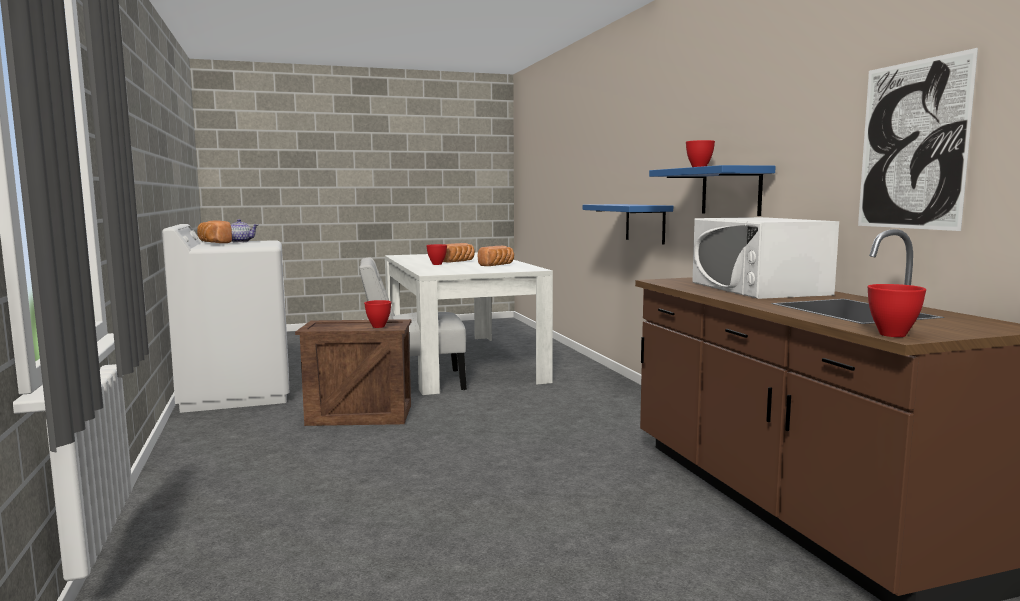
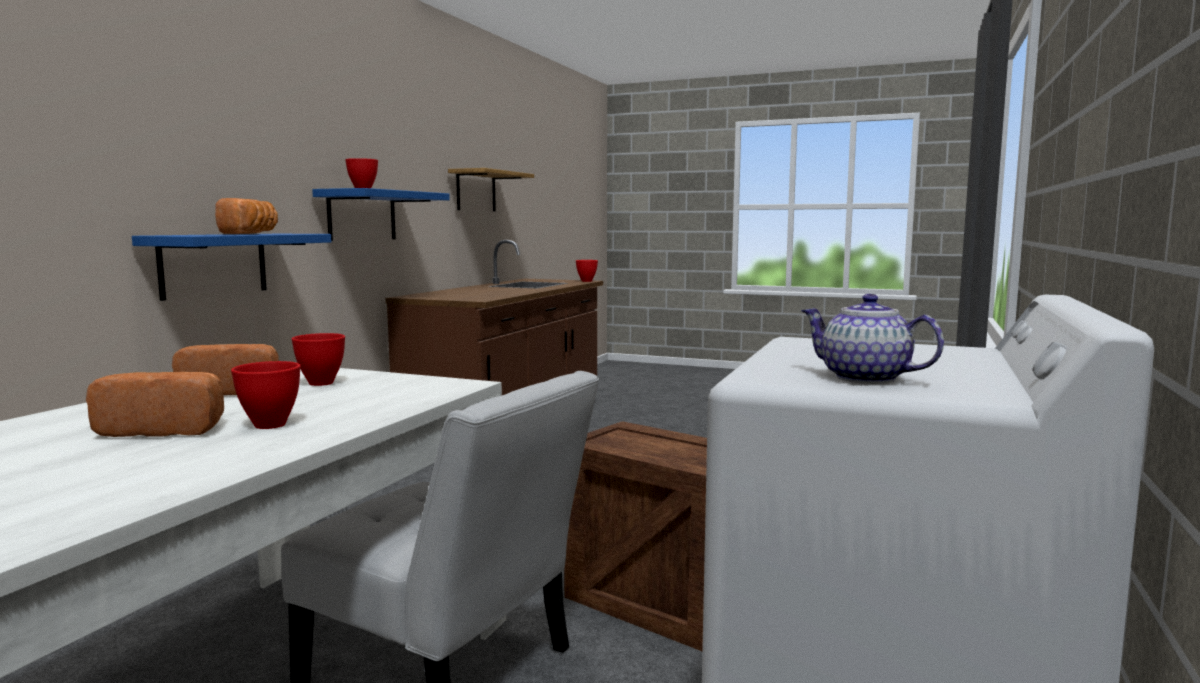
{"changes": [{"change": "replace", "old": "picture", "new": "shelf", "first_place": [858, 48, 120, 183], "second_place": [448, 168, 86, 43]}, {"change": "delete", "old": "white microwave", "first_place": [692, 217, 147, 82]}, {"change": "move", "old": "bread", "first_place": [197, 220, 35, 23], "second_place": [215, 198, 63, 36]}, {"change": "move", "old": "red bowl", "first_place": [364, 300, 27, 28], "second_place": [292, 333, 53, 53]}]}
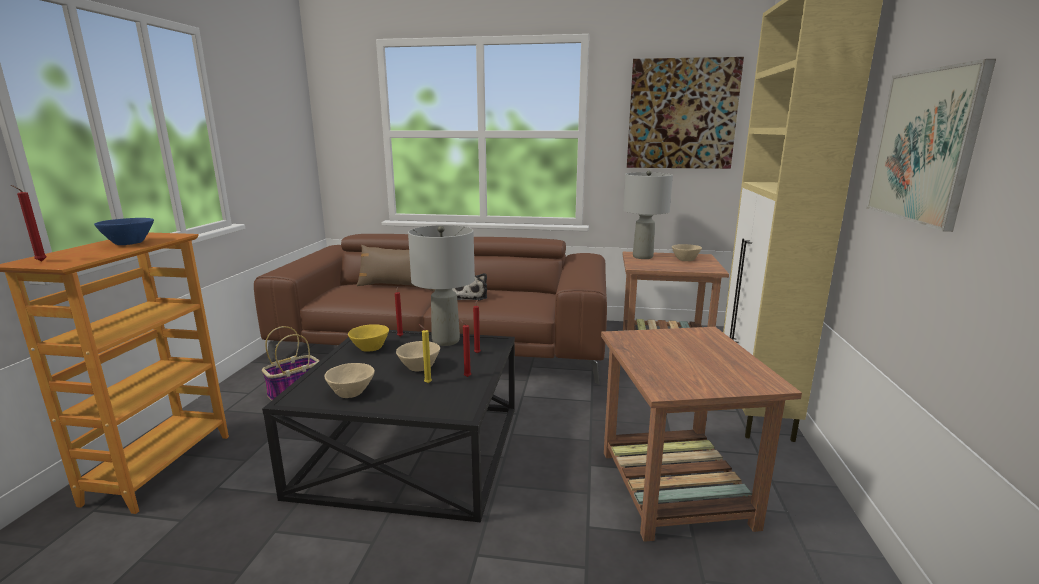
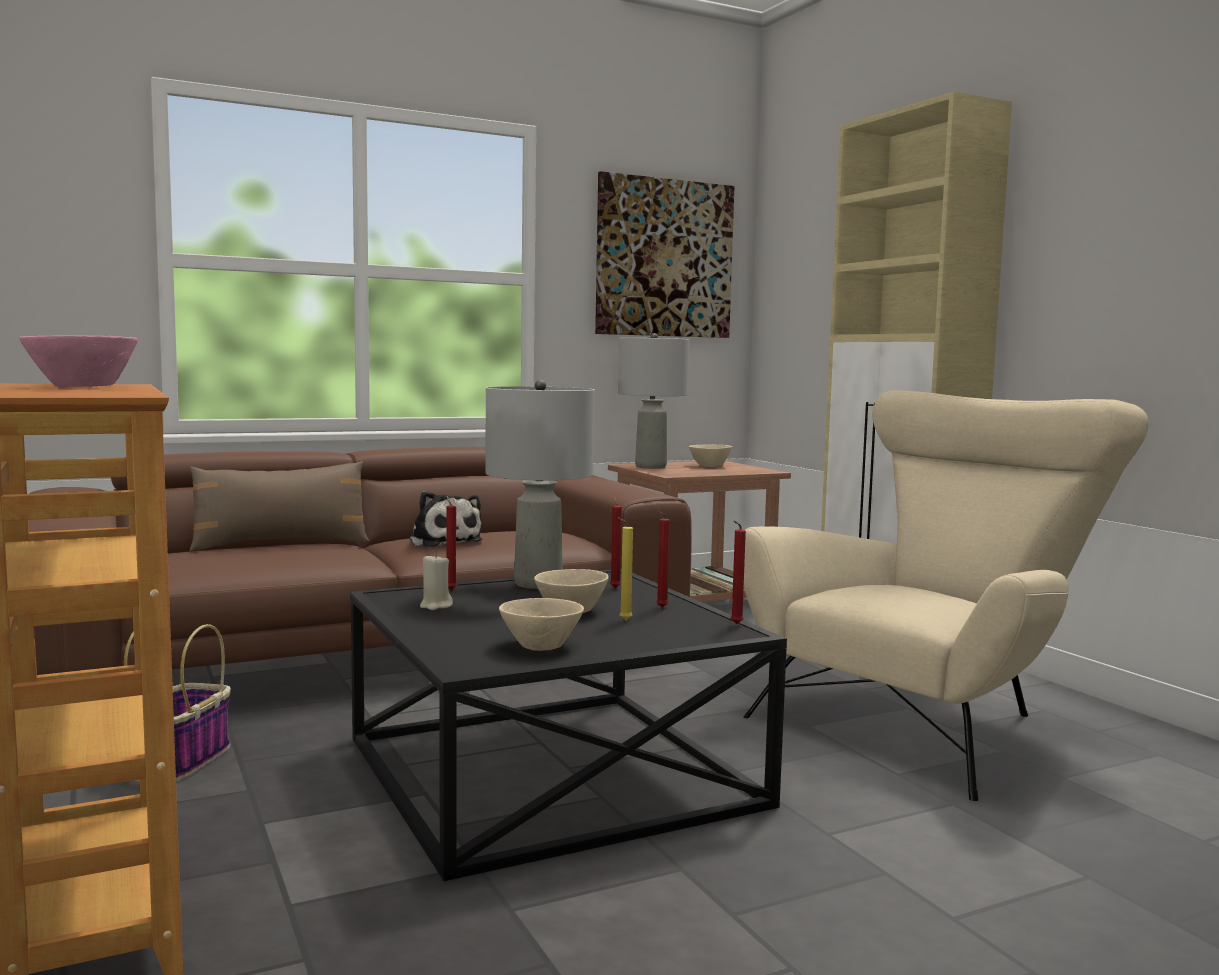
{"changes": [{"change": "delete", "old": "picture", "first_place": [866, 59, 130, 173]}, {"change": "move", "old": "red candle", "first_place": [11, 185, 36, 77], "second_place": [731, 521, 15, 103]}, {"change": "recolor", "old": "blue bowl", "new": "pink bowl", "first_place": [94, 218, 60, 27], "second_place": [19, 335, 119, 52]}, {"change": "replace", "old": "yellow bowl", "new": "beige candle", "first_place": [348, 324, 41, 28], "second_place": [420, 553, 33, 57]}, {"change": "replace", "old": "brown side table", "new": "beige armchair", "first_place": [601, 327, 201, 215], "second_place": [743, 390, 406, 411]}]}
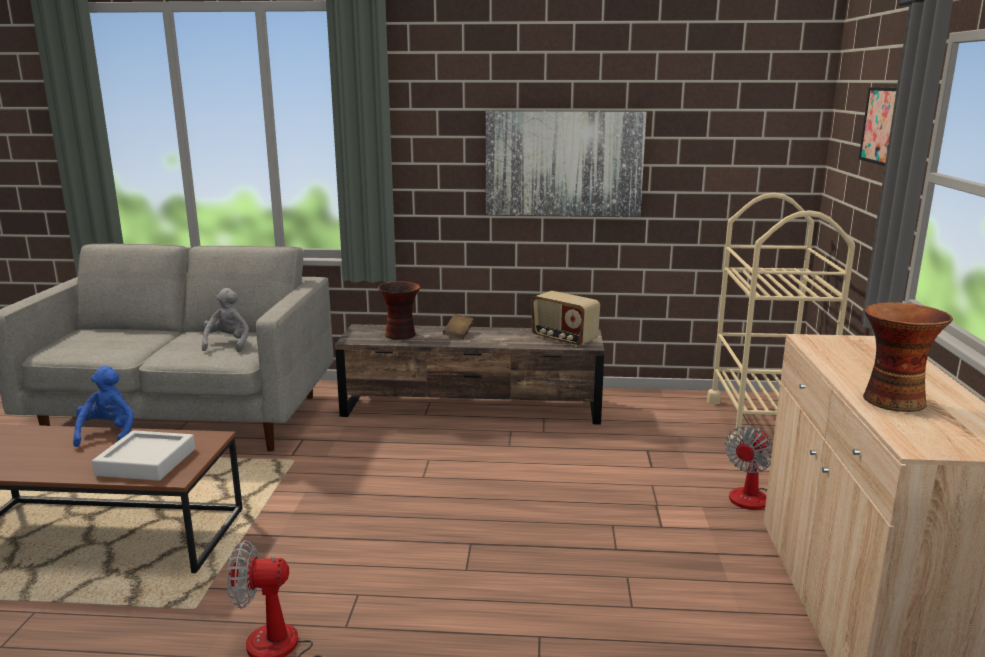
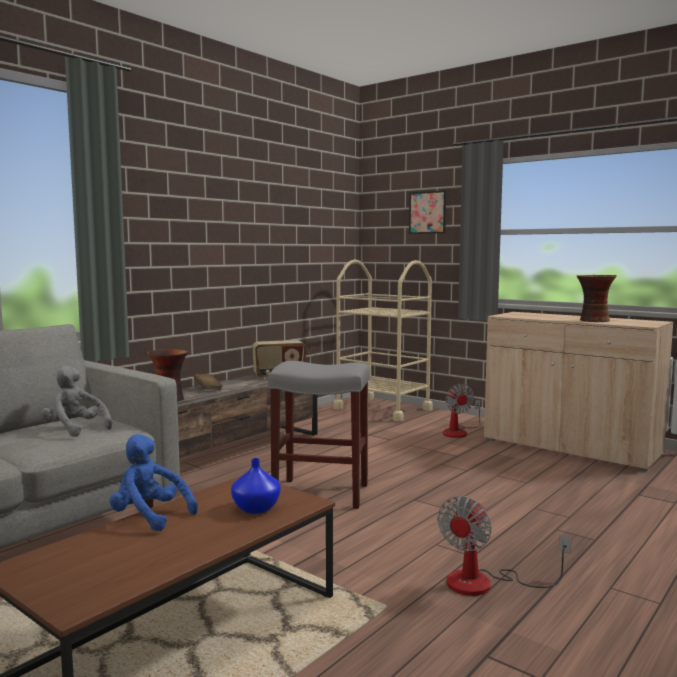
{"changes": [{"change": "delete", "old": "picture", "first_place": [486, 111, 160, 106]}, {"change": "replace", "old": "grey tray", "new": "blue vase", "first_place": [92, 430, 103, 51], "second_place": [231, 458, 50, 56]}, {"change": "insert", "new": "grey stool", "second_place": [268, 361, 102, 148]}]}
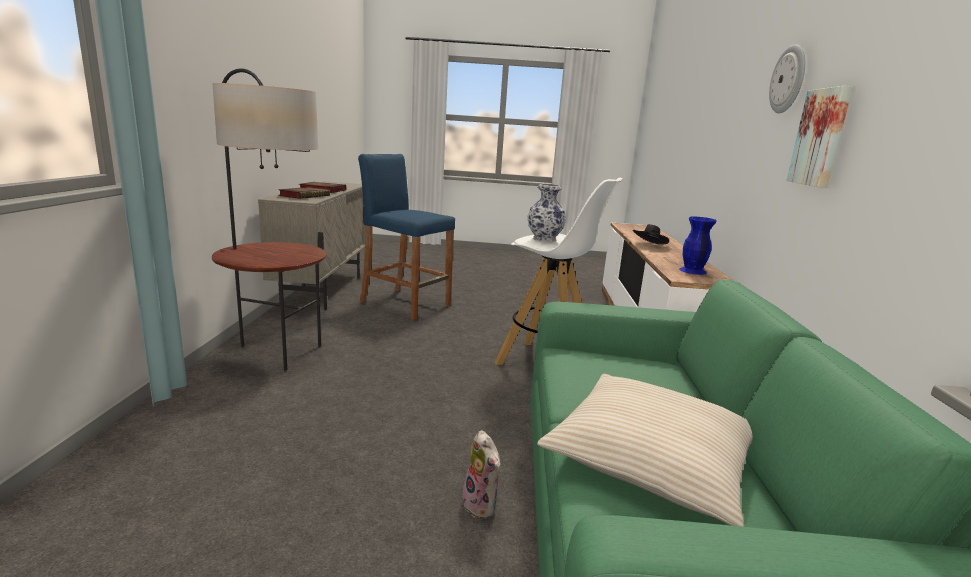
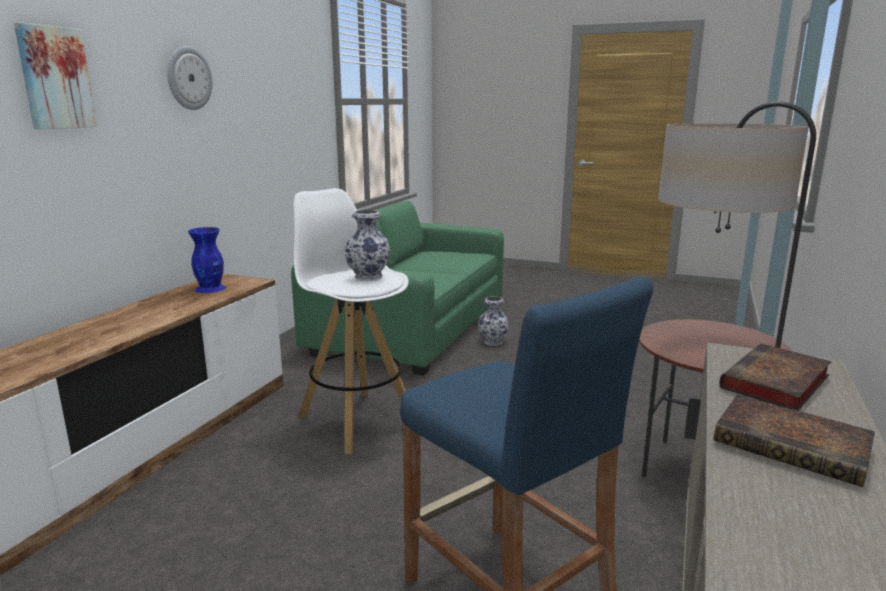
{"changes": [{"change": "move", "old": "picture", "first_place": [786, 86, 67, 102], "second_place": [14, 22, 83, 107]}, {"change": "delete", "old": "black hat", "first_place": [633, 224, 36, 21]}, {"change": "delete", "old": "beige pillow", "first_place": [537, 374, 216, 153]}, {"change": "replace", "old": "plush toy", "new": "vase", "first_place": [462, 430, 39, 89], "second_place": [478, 296, 31, 50]}]}
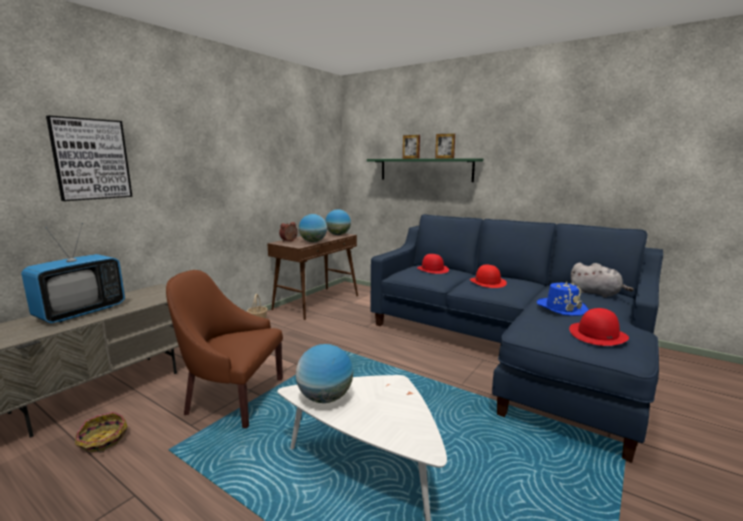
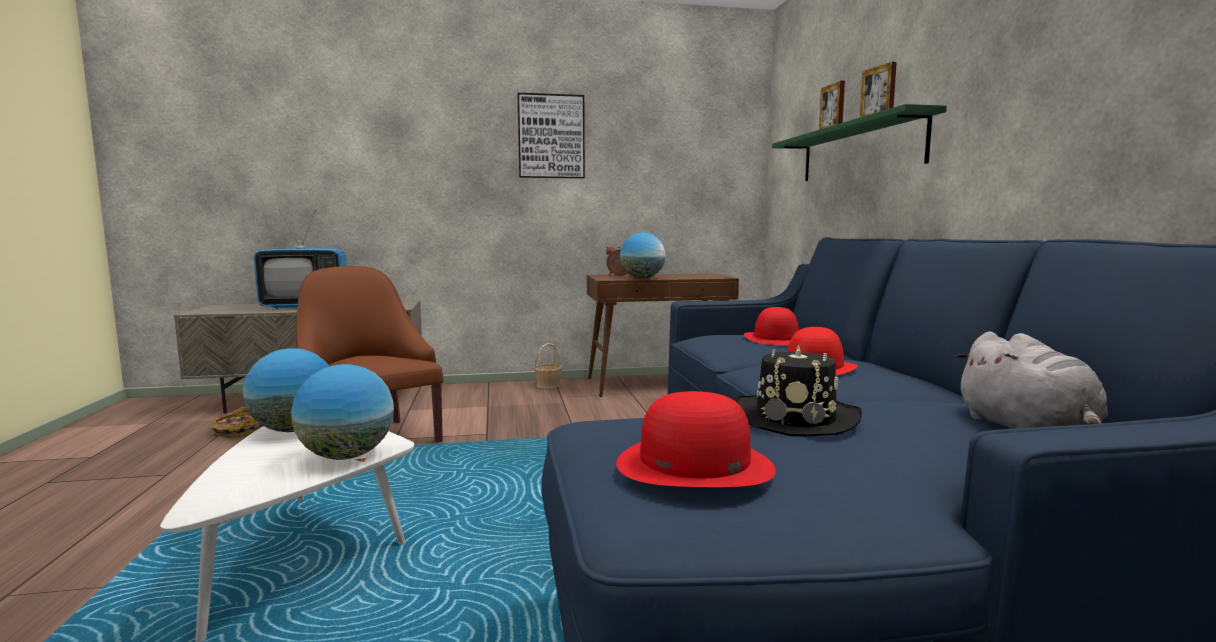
{"changes": [{"change": "move", "old": "picture", "first_place": [46, 115, 87, 86], "second_place": [518, 93, 67, 86]}, {"change": "move", "old": "globe", "first_place": [325, 209, 26, 26], "second_place": [291, 364, 103, 96]}, {"change": "recolor", "old": "blue hat", "new": "black hat", "first_place": [537, 282, 52, 34], "second_place": [734, 345, 128, 92]}]}
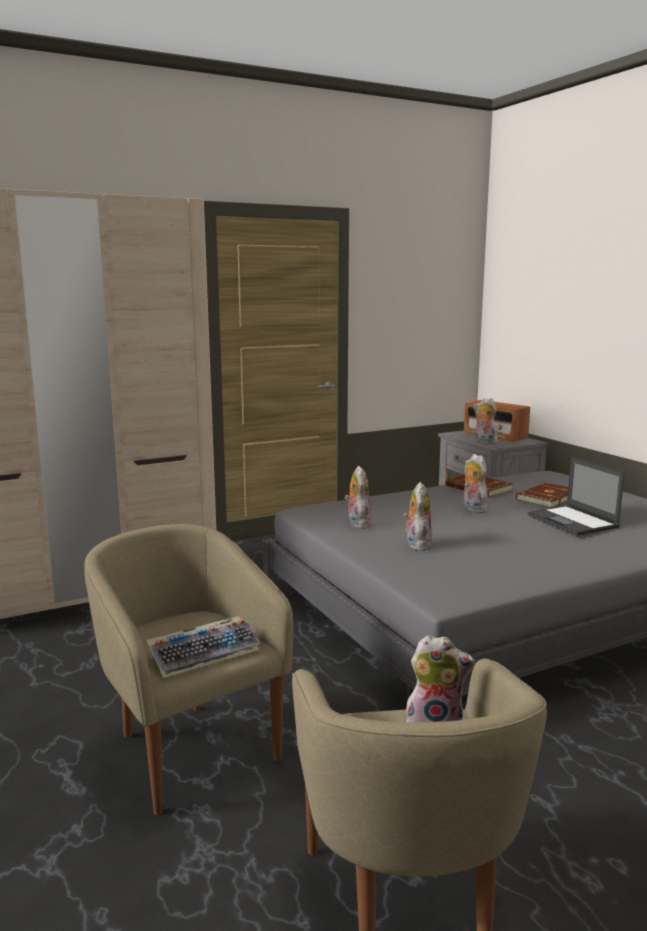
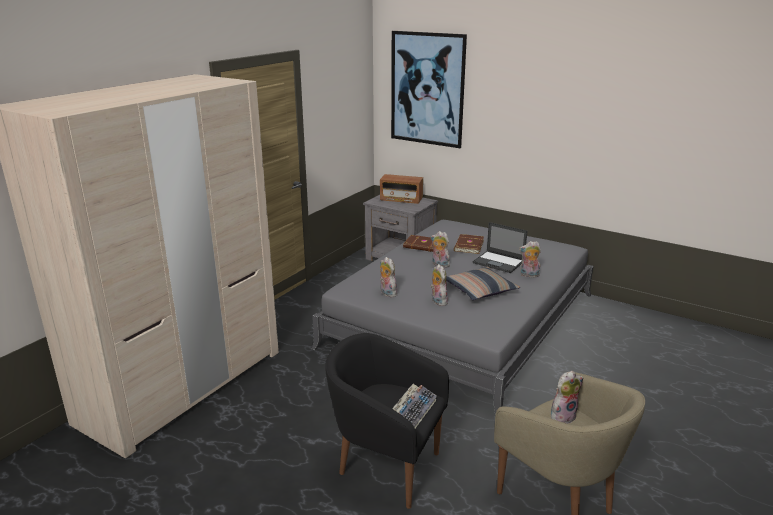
{"changes": [{"change": "move", "old": "plush toy", "first_place": [474, 398, 23, 46], "second_place": [519, 241, 22, 37]}, {"change": "recolor", "old": "beige armchair", "new": "black armchair", "first_place": [84, 524, 209, 291], "second_place": [325, 333, 124, 176]}, {"change": "insert", "new": "picture", "second_place": [391, 31, 76, 117]}, {"change": "insert", "new": "pillow", "second_place": [446, 266, 74, 34]}]}
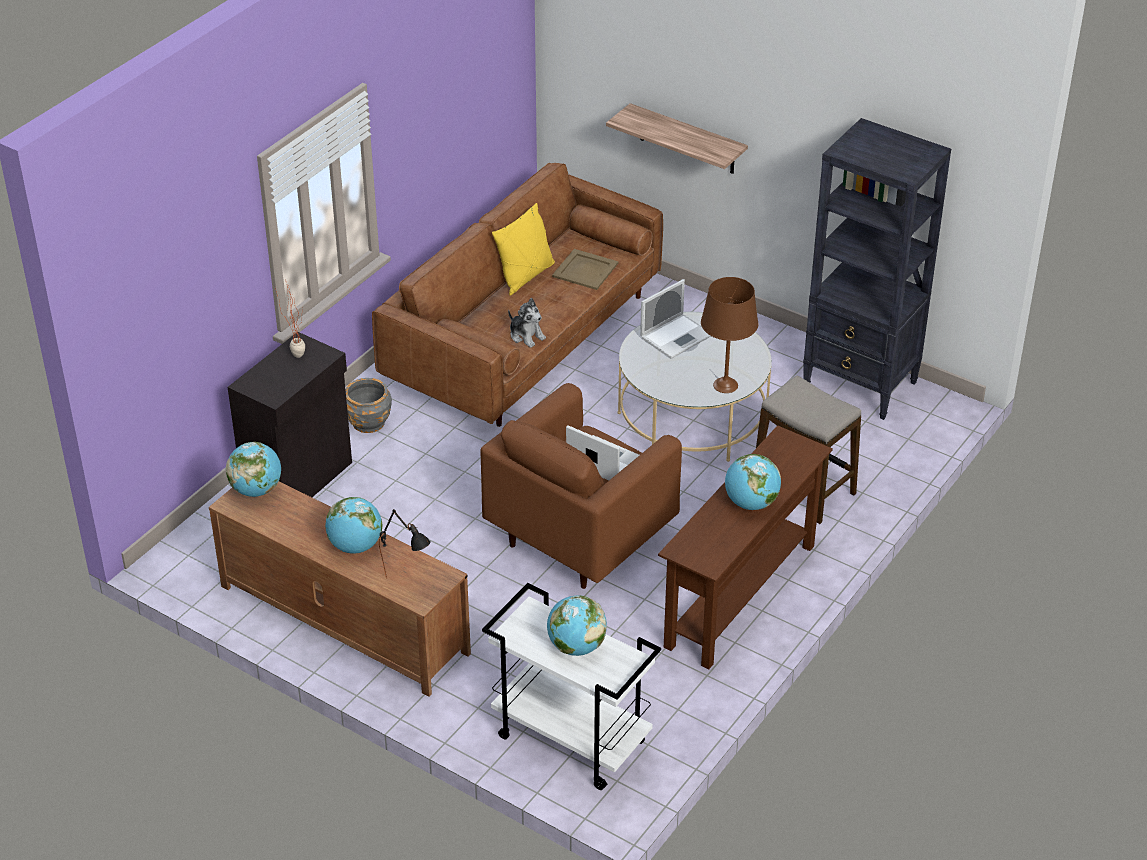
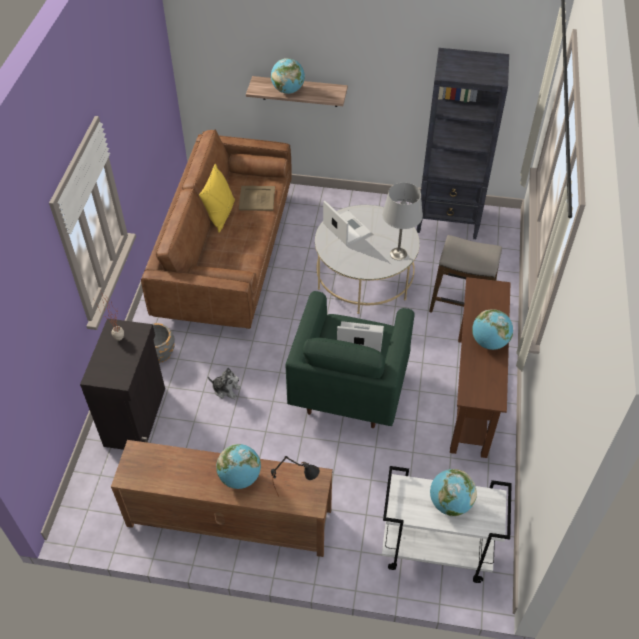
{"changes": [{"change": "recolor", "old": "brown table lamp", "new": "grey table lamp", "first_place": [701, 277, 57, 116], "second_place": [382, 183, 41, 77]}, {"change": "rotate", "old": "laptop", "first_place": [640, 279, 71, 80], "second_place": [323, 200, 49, 46], "degrees": -60}, {"change": "move", "old": "plush toy", "first_place": [508, 298, 38, 50], "second_place": [208, 368, 33, 31]}, {"change": "recolor", "old": "brown armchair", "new": "green armchair", "first_place": [481, 383, 201, 206], "second_place": [286, 291, 129, 137]}, {"change": "move", "old": "globe", "first_place": [226, 442, 55, 55], "second_place": [271, 58, 34, 36]}]}
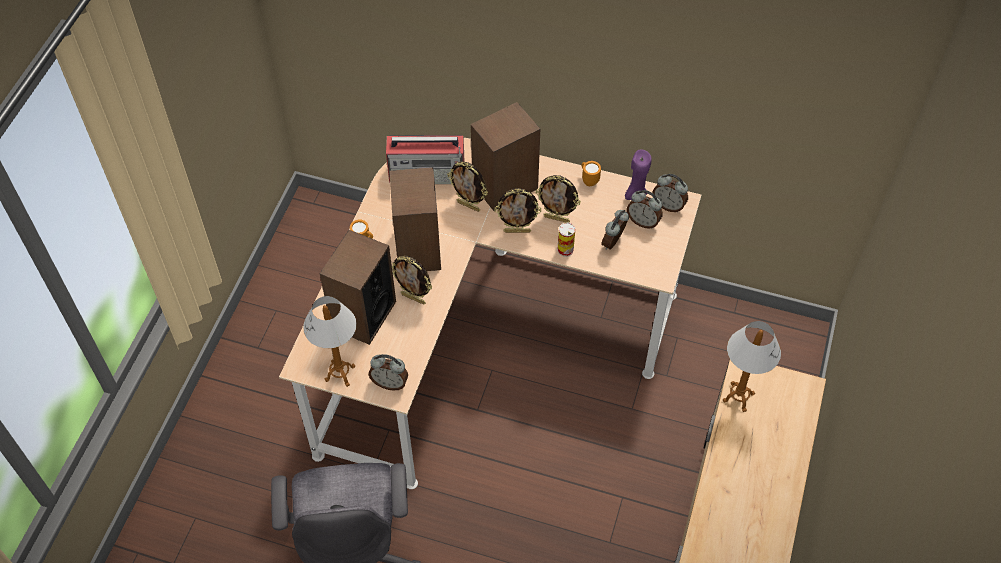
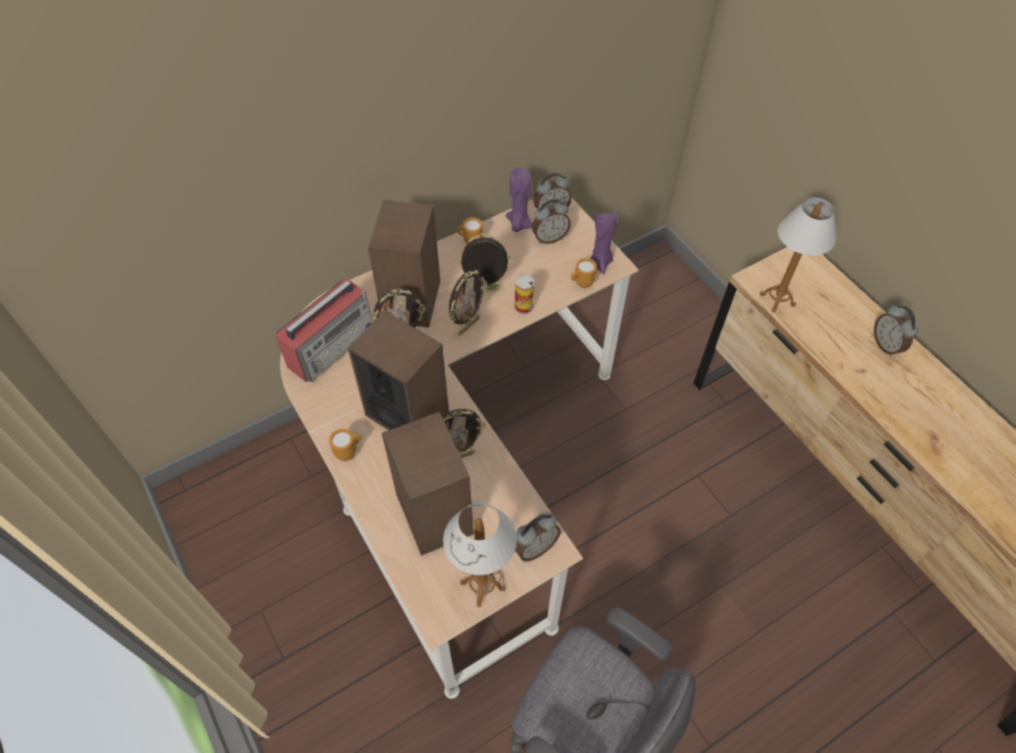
{"changes": [{"change": "rotate", "old": "picture frame", "first_place": [535, 175, 46, 48], "second_place": [458, 233, 54, 57], "degrees": -150}, {"change": "move", "old": "alarm clock", "first_place": [601, 210, 28, 40], "second_place": [874, 304, 44, 52]}, {"change": "insert", "new": "purple candle", "second_place": [590, 212, 27, 62]}, {"change": "insert", "new": "orange mug", "second_place": [571, 258, 26, 30]}]}
